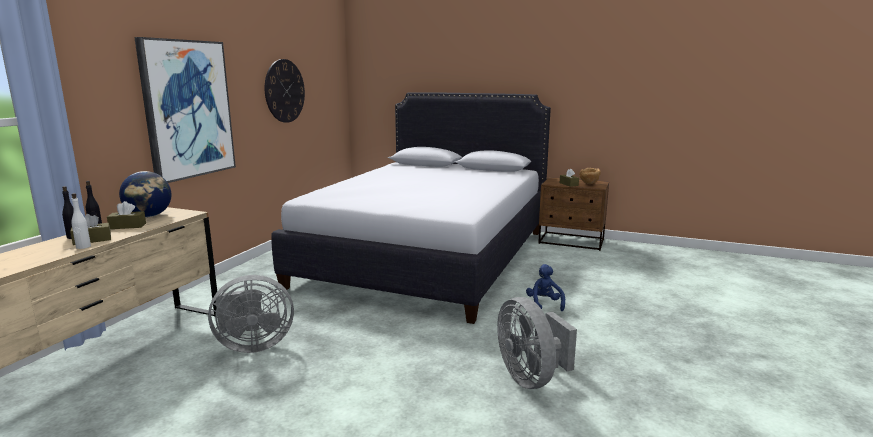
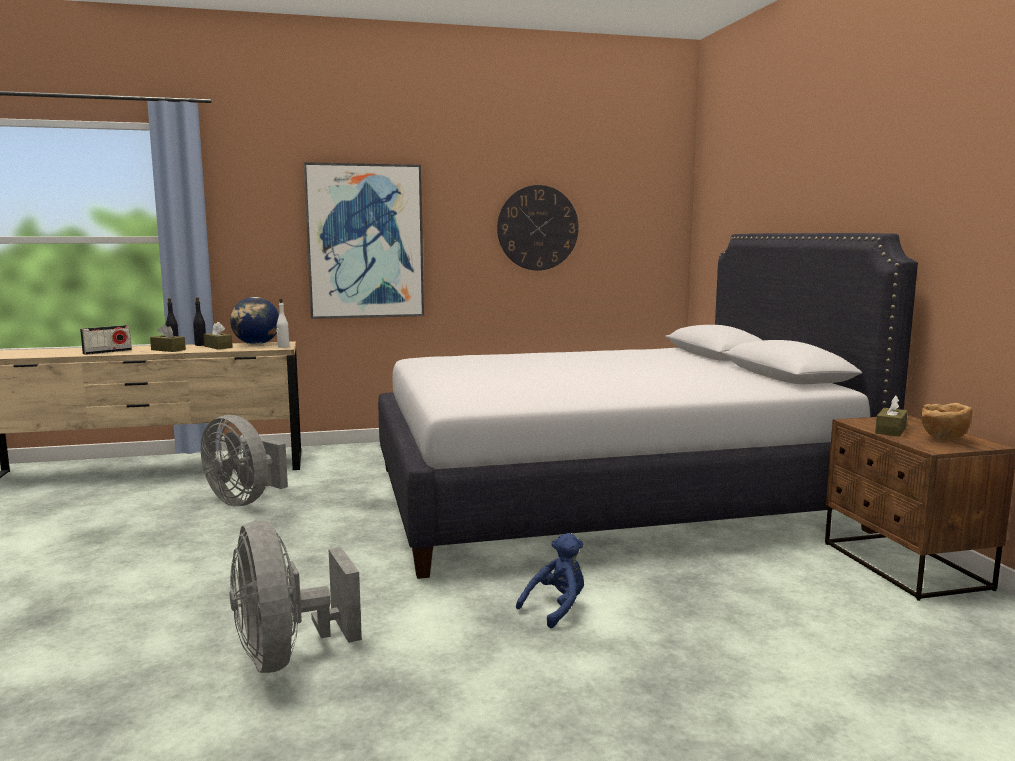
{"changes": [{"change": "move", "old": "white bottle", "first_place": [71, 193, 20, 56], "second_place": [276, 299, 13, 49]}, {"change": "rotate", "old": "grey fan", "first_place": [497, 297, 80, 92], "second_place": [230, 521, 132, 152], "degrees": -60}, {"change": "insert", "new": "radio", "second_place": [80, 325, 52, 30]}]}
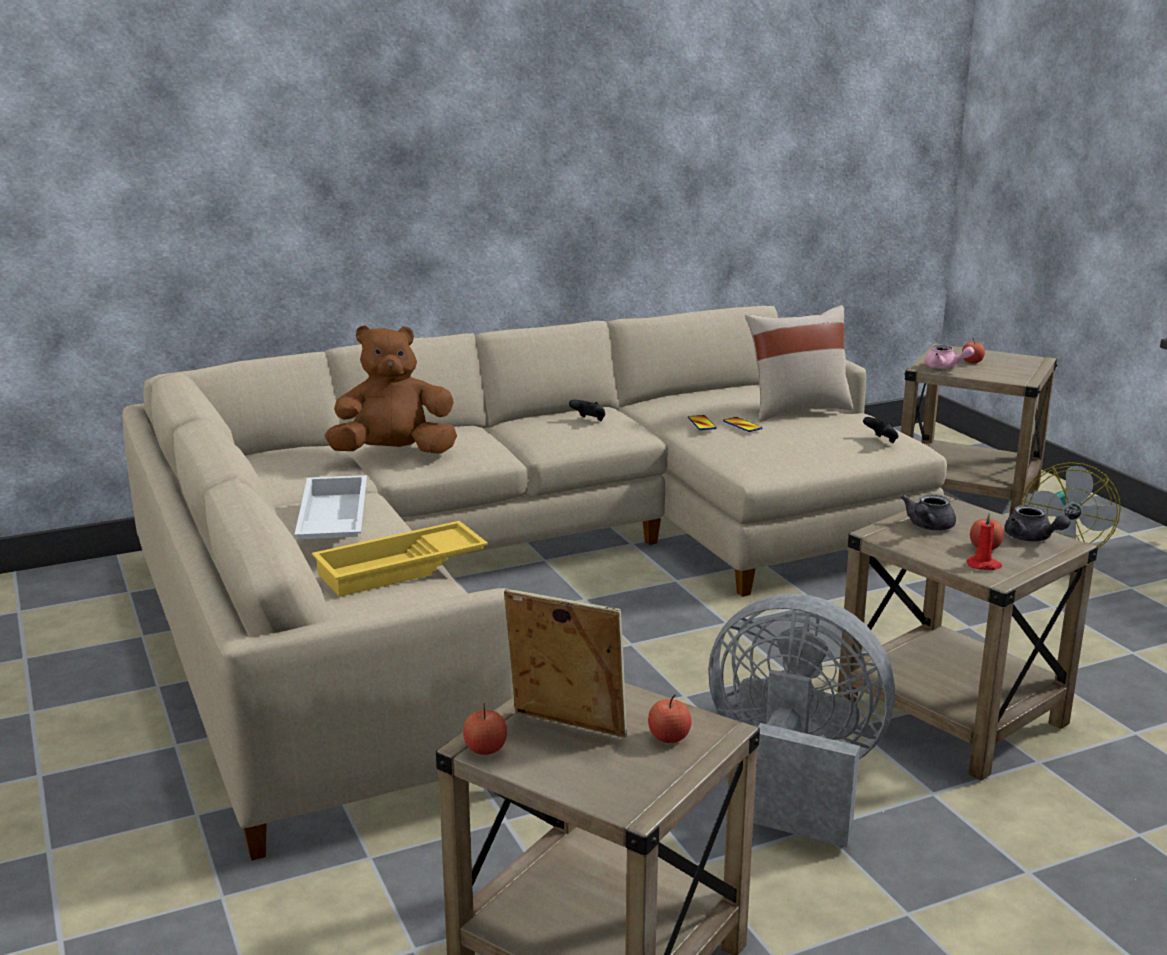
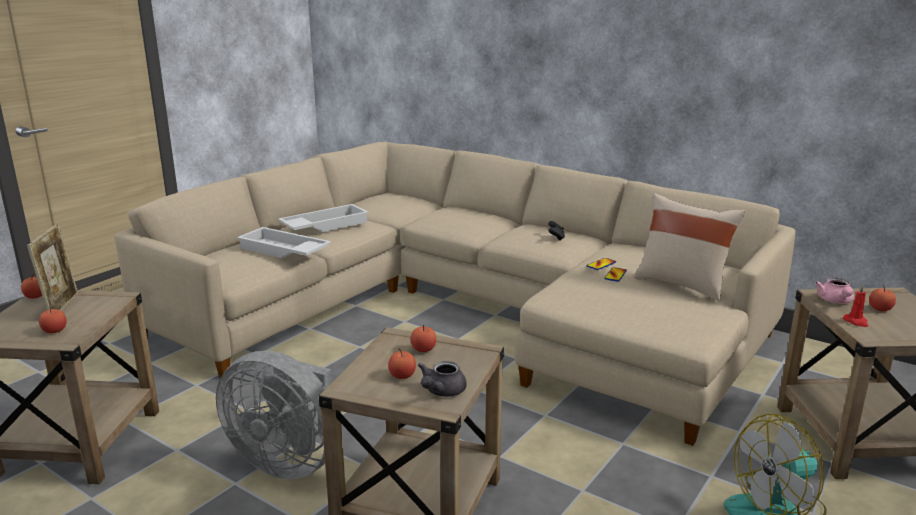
{"changes": [{"change": "delete", "old": "brown plush toy", "first_place": [325, 325, 132, 129]}, {"change": "delete", "old": "black game controller", "first_place": [863, 417, 36, 26]}, {"change": "replace", "old": "grey teapot", "new": "apple", "first_place": [901, 494, 55, 36], "second_place": [411, 324, 25, 28]}, {"change": "move", "old": "red candle", "first_place": [966, 513, 36, 57], "second_place": [843, 285, 25, 42]}, {"change": "recolor", "old": "yellow tray", "new": "white tray", "first_place": [312, 521, 176, 76], "second_place": [237, 227, 94, 31]}, {"change": "rotate", "old": "grey fan", "first_place": [708, 594, 187, 254], "second_place": [216, 351, 116, 128], "degrees": 120}]}
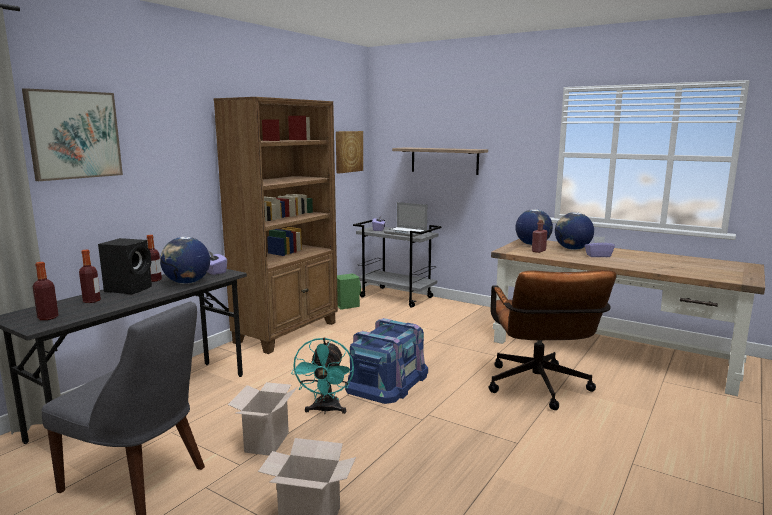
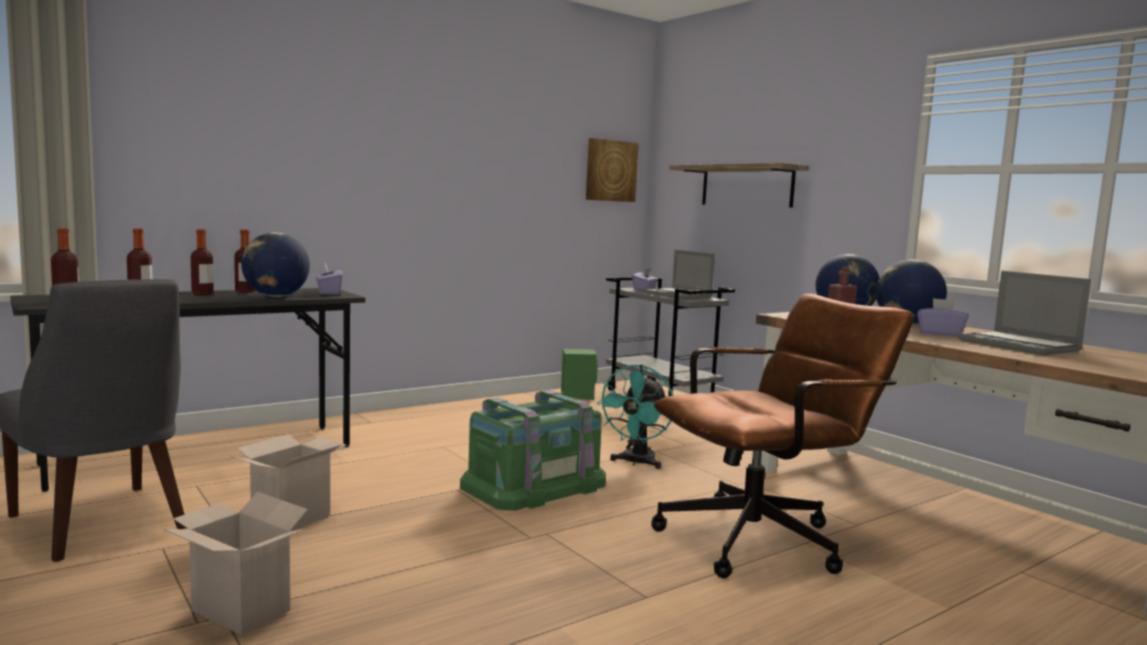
{"changes": [{"change": "delete", "old": "picture", "first_place": [22, 88, 101, 93]}, {"change": "delete", "old": "brown bookcase", "first_place": [213, 97, 125, 257]}, {"change": "replace", "old": "black speaker", "new": "bottle", "first_place": [98, 238, 54, 56], "second_place": [191, 229, 23, 66]}, {"change": "rotate", "old": "brown office chair", "first_place": [488, 270, 129, 140], "second_place": [651, 294, 263, 284], "degrees": -135}, {"change": "recolor", "old": "blue storage box", "new": "green storage box", "first_place": [345, 318, 83, 86], "second_place": [460, 390, 146, 121]}, {"change": "move", "old": "turquoise fan", "first_place": [291, 338, 63, 76], "second_place": [596, 365, 78, 104]}, {"change": "insert", "new": "laptop", "second_place": [958, 271, 133, 84]}]}
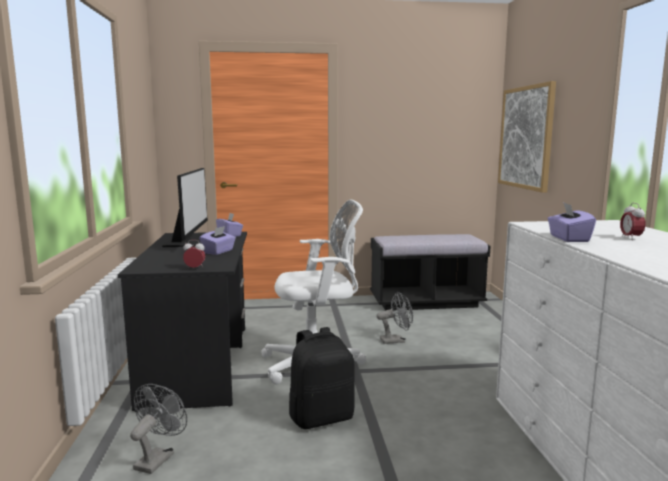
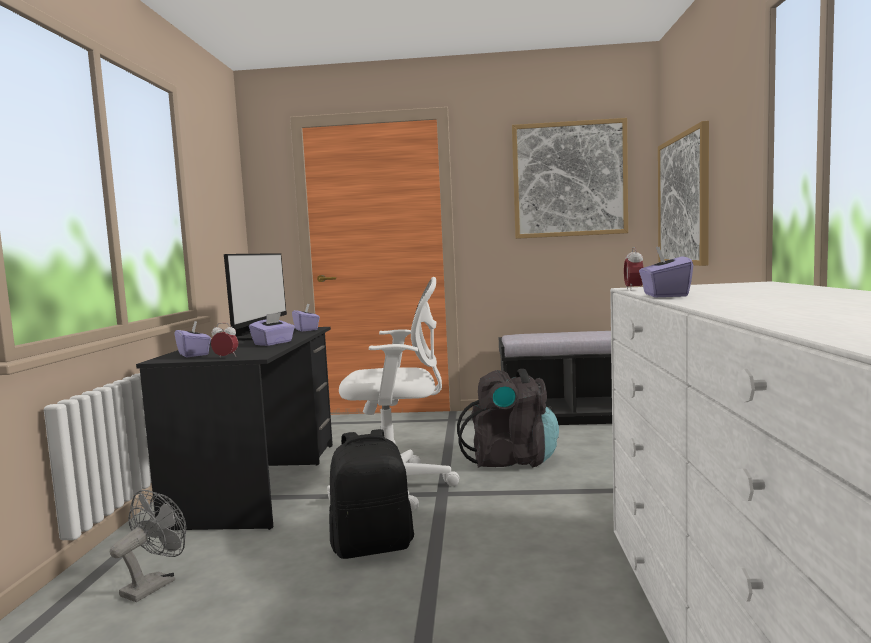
{"changes": [{"change": "move", "old": "alarm clock", "first_place": [620, 203, 25, 37], "second_place": [624, 247, 19, 44]}, {"change": "replace", "old": "grey fan", "new": "black backpack", "first_place": [377, 292, 36, 52], "second_place": [457, 369, 102, 99]}, {"change": "insert", "new": "picture", "second_place": [512, 118, 116, 121]}, {"change": "insert", "new": "purple tissue box", "second_place": [174, 321, 37, 36]}]}
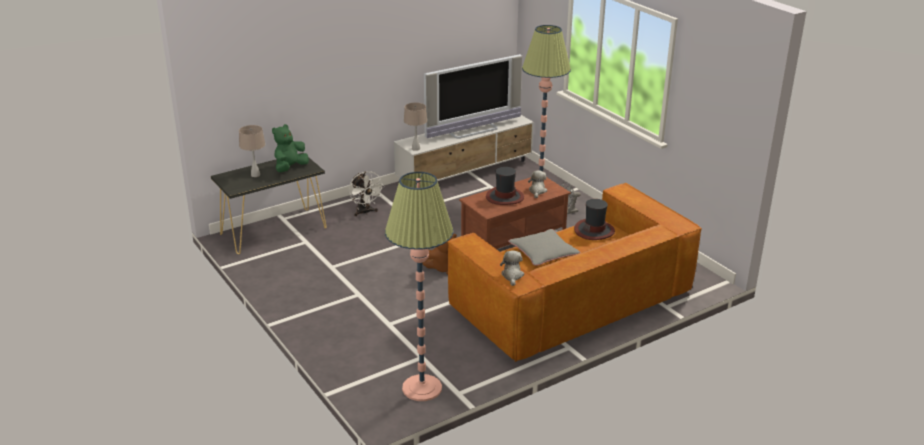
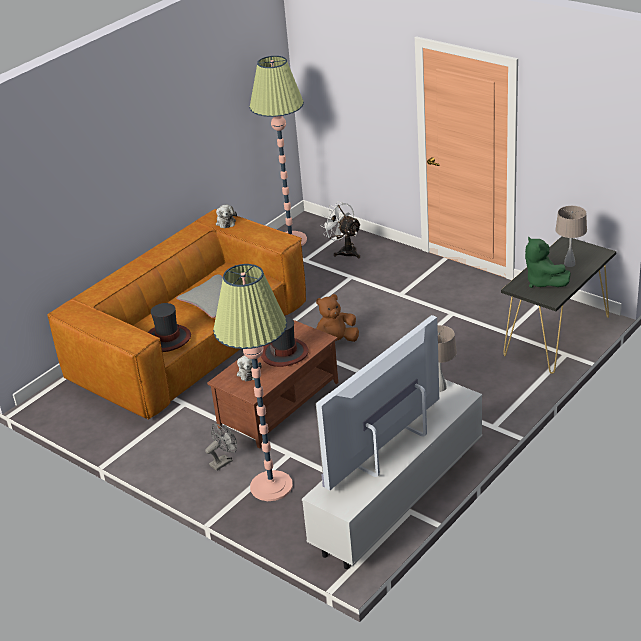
{"changes": [{"change": "rotate", "old": "green plush toy", "first_place": [272, 124, 37, 48], "second_place": [525, 236, 46, 52], "degrees": 135}, {"change": "move", "old": "white fan", "first_place": [349, 171, 36, 45], "second_place": [320, 201, 41, 57]}]}
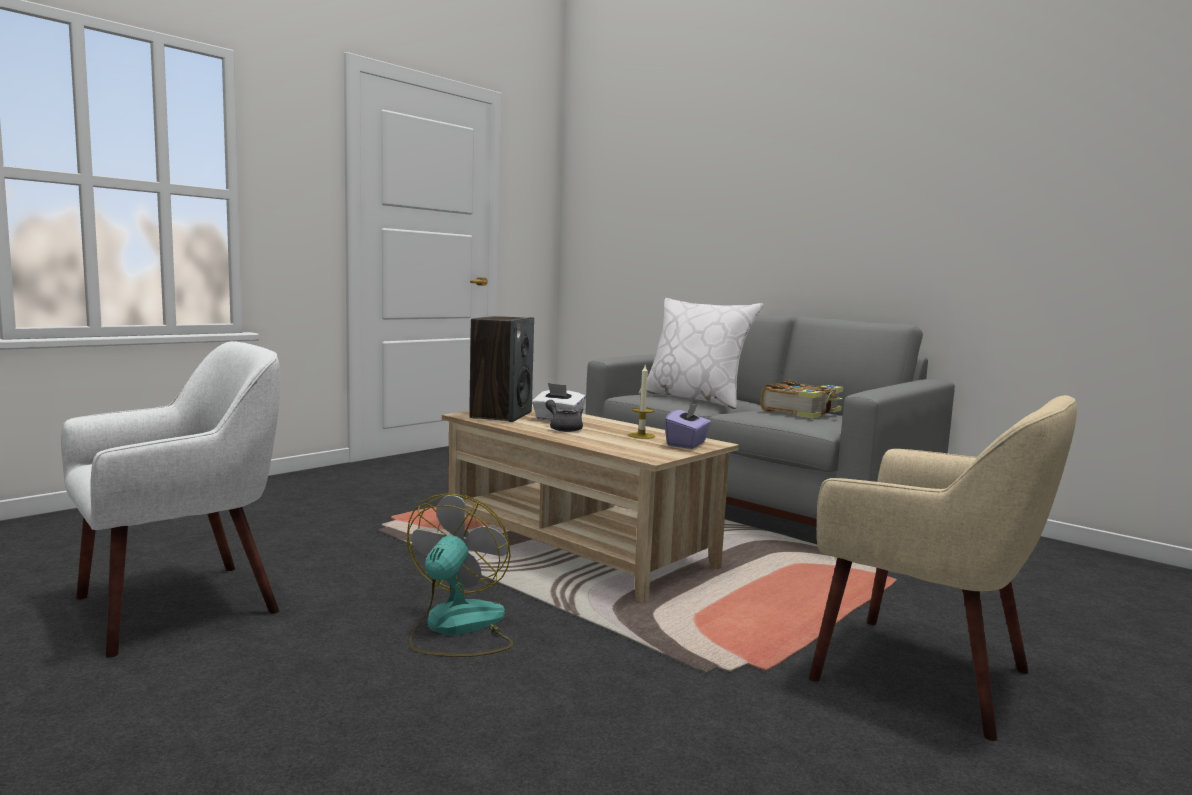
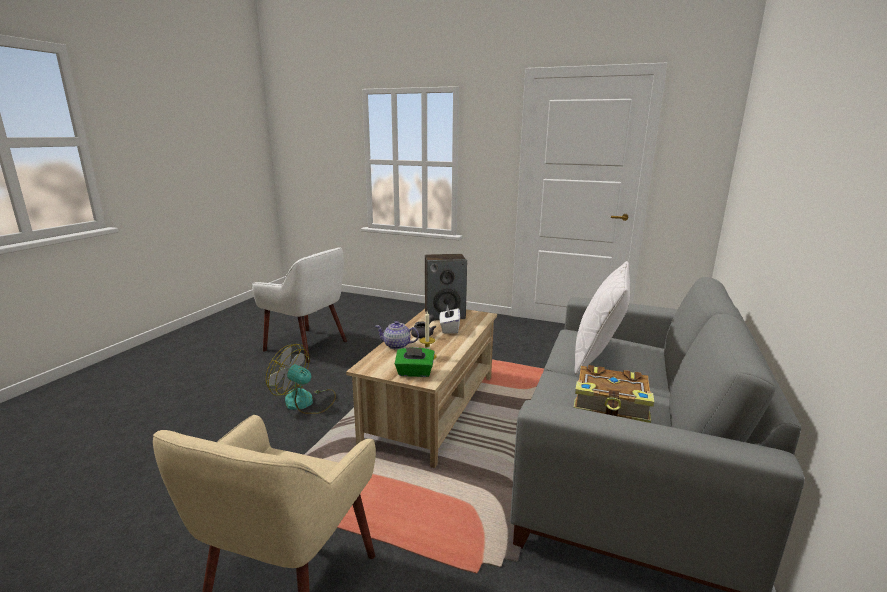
{"changes": [{"change": "recolor", "old": "purple tissue box", "new": "green tissue box", "first_place": [664, 403, 47, 46], "second_place": [395, 347, 40, 30]}, {"change": "rotate", "old": "fan", "first_place": [407, 494, 106, 163], "second_place": [266, 344, 70, 70], "degrees": -150}, {"change": "insert", "new": "teapot", "second_place": [375, 321, 44, 28]}]}
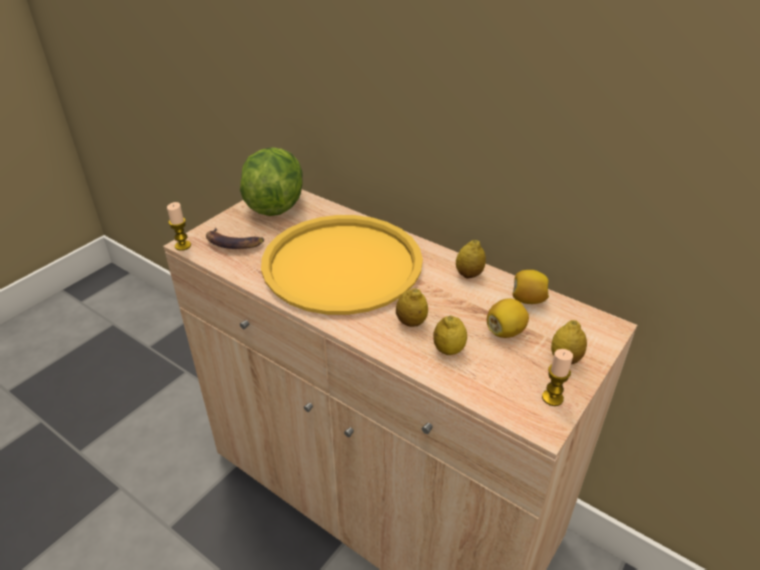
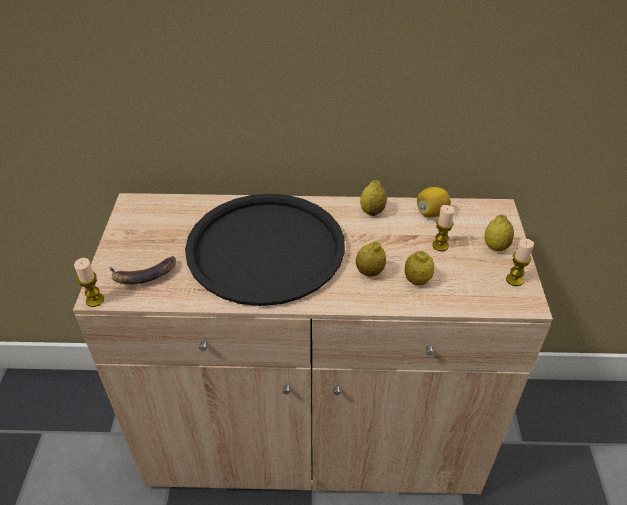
{"changes": [{"change": "delete", "old": "lettuce", "first_place": [240, 147, 63, 69]}, {"change": "recolor", "old": "yellow tray", "new": "black tray", "first_place": [261, 215, 162, 100], "second_place": [185, 194, 160, 112]}, {"change": "replace", "old": "lemon", "new": "candle", "first_place": [487, 298, 42, 40], "second_place": [432, 205, 22, 46]}]}
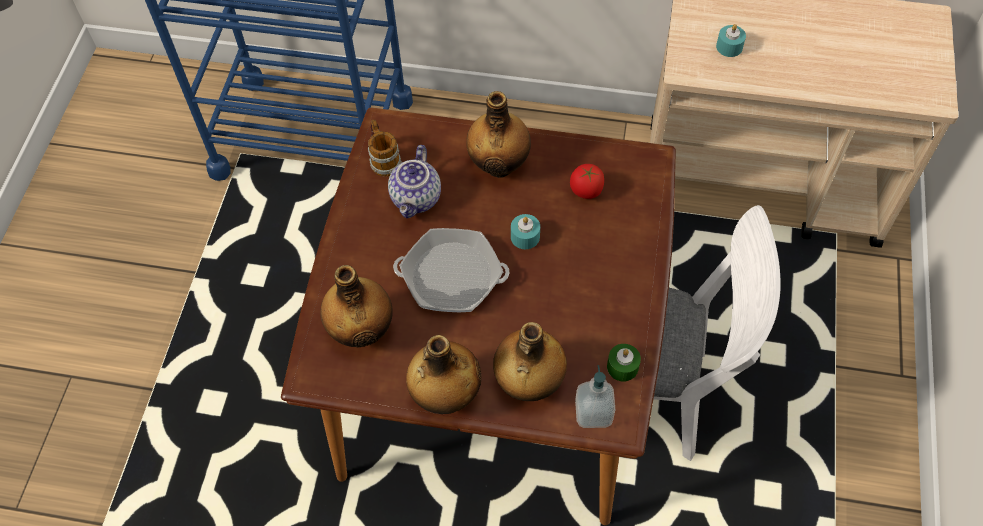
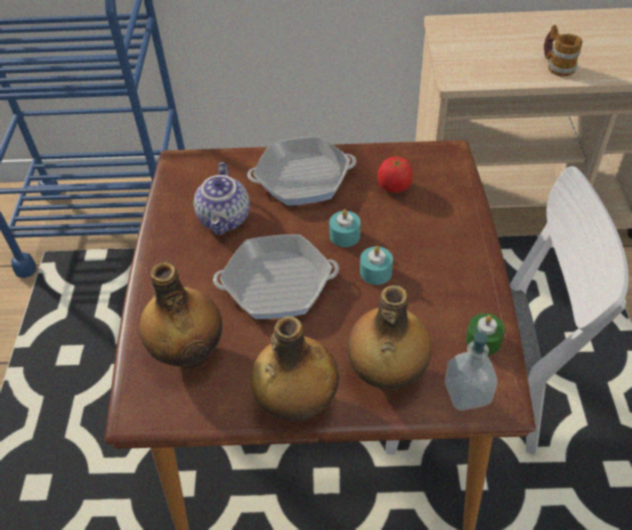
{"changes": [{"change": "move", "old": "turquoise candle", "first_place": [716, 24, 30, 33], "second_place": [360, 246, 33, 39]}, {"change": "replace", "old": "bottle", "new": "frying pan", "first_place": [466, 91, 65, 87], "second_place": [247, 136, 109, 70]}, {"change": "move", "old": "mug", "first_place": [368, 119, 34, 58], "second_place": [544, 25, 38, 51]}]}
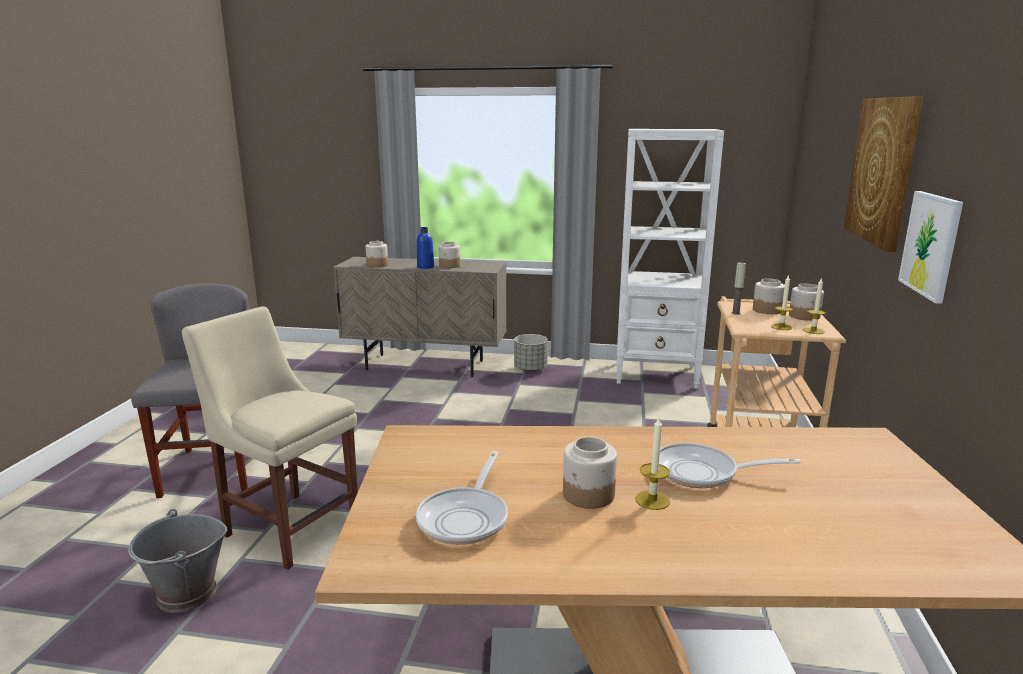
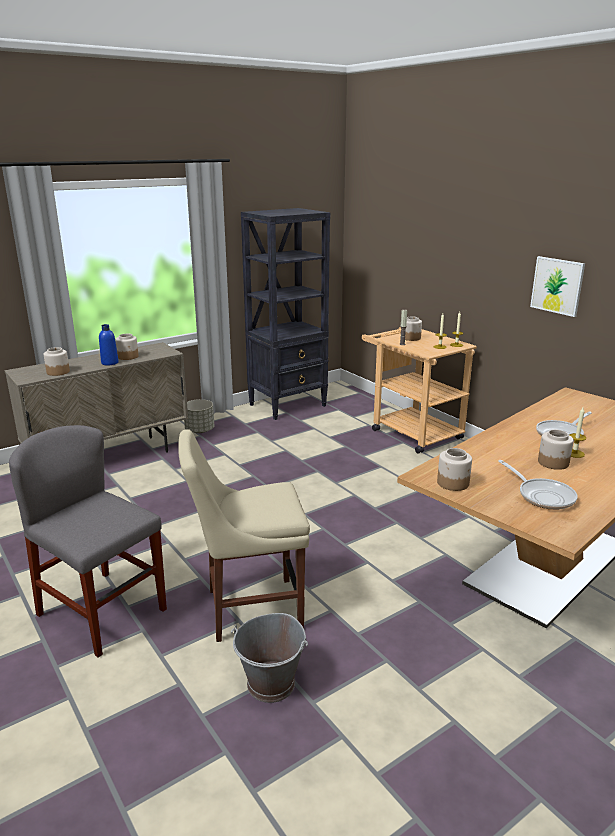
{"changes": [{"change": "delete", "old": "picture", "first_place": [844, 96, 80, 156]}, {"change": "recolor", "old": "white bookcase", "new": "black bookcase", "first_place": [616, 129, 108, 260], "second_place": [241, 208, 89, 212]}, {"change": "move", "old": "jar", "first_place": [789, 284, 35, 37], "second_place": [437, 448, 35, 43]}]}
